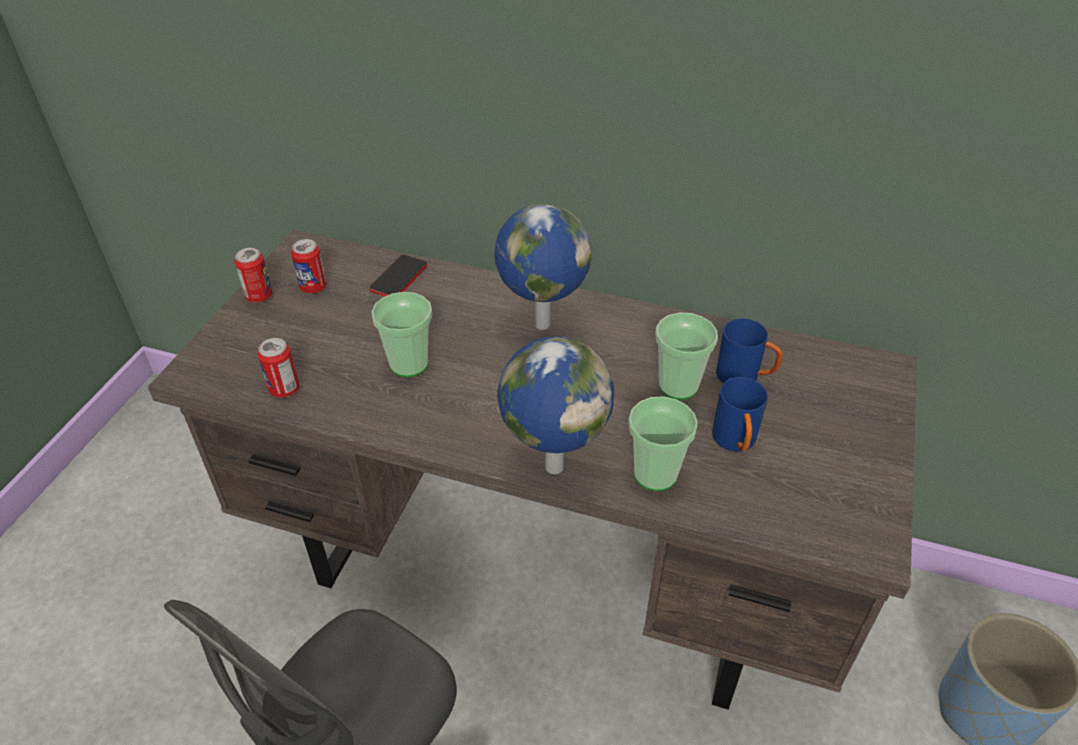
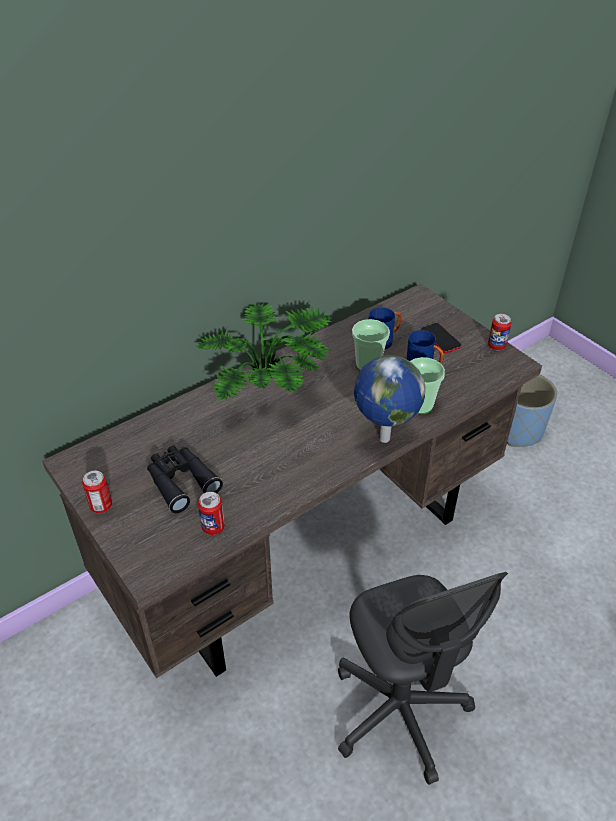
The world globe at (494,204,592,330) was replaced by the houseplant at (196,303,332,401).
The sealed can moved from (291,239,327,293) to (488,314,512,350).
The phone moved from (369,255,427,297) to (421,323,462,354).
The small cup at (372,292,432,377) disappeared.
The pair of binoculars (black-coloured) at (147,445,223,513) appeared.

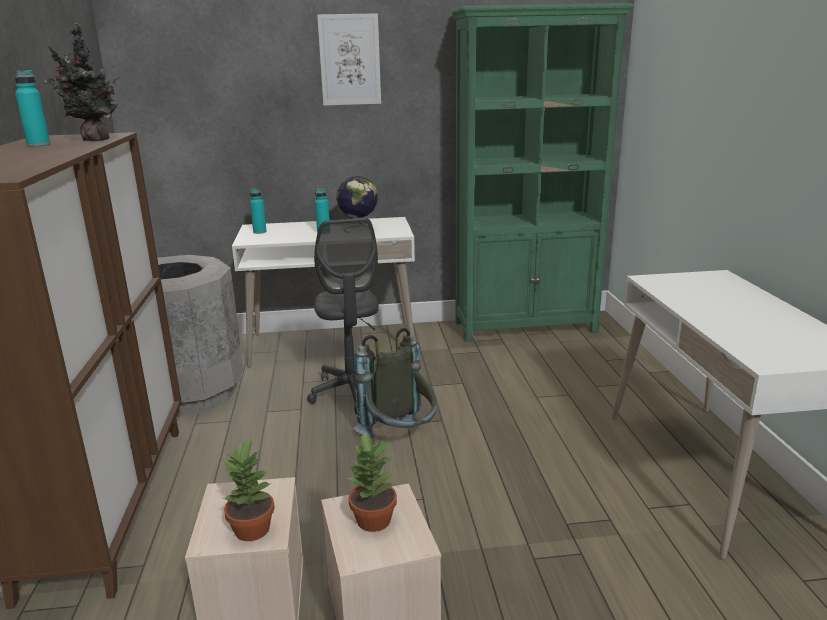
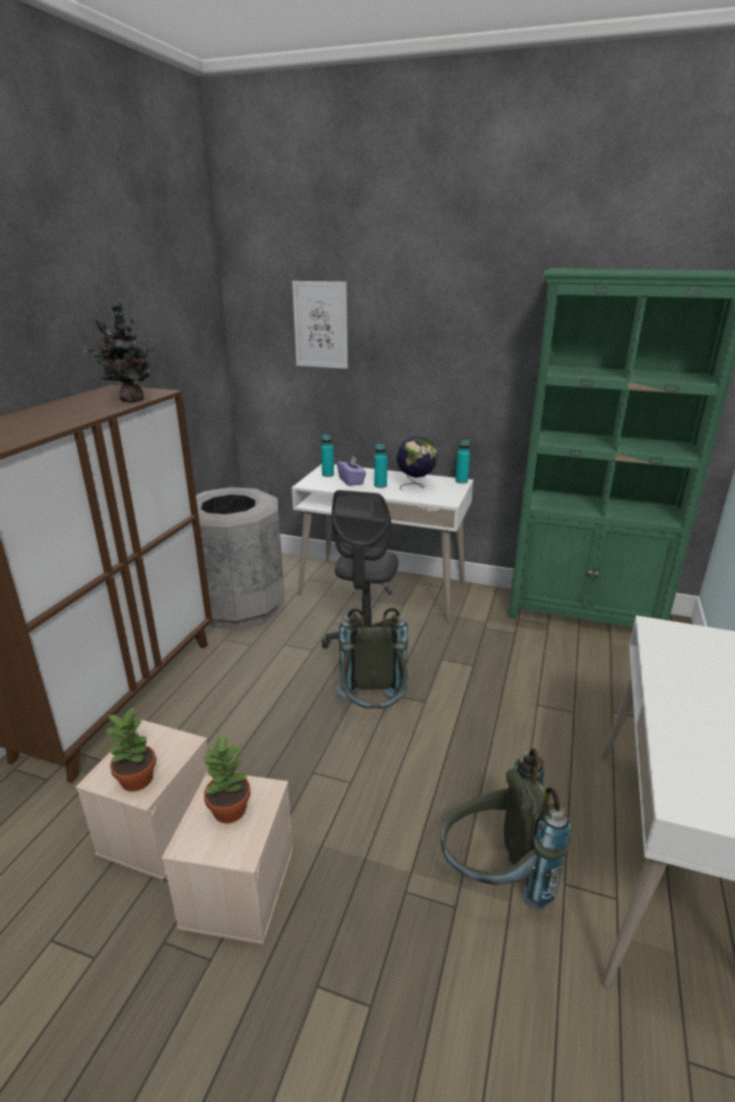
The wall picture moved from (317,13,381,106) to (292,281,348,369).
The drink bottle (turquoise-coloured) moved from (15,70,50,146) to (455,440,470,484).
The tissue holder (purplish) at (337,456,366,486) appeared.
The backpack (gray) at (441,748,571,910) appeared.

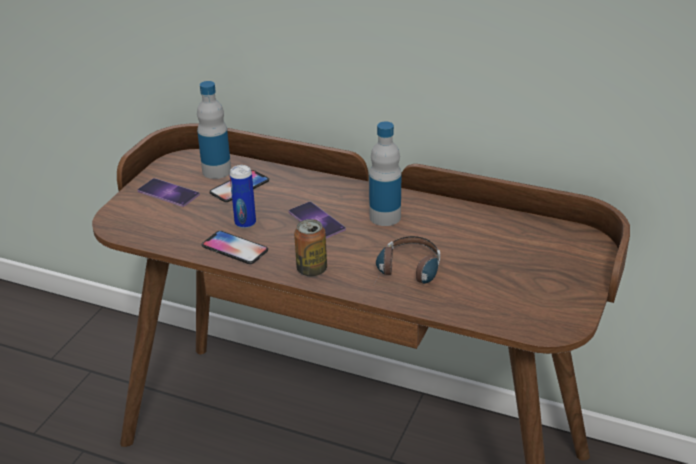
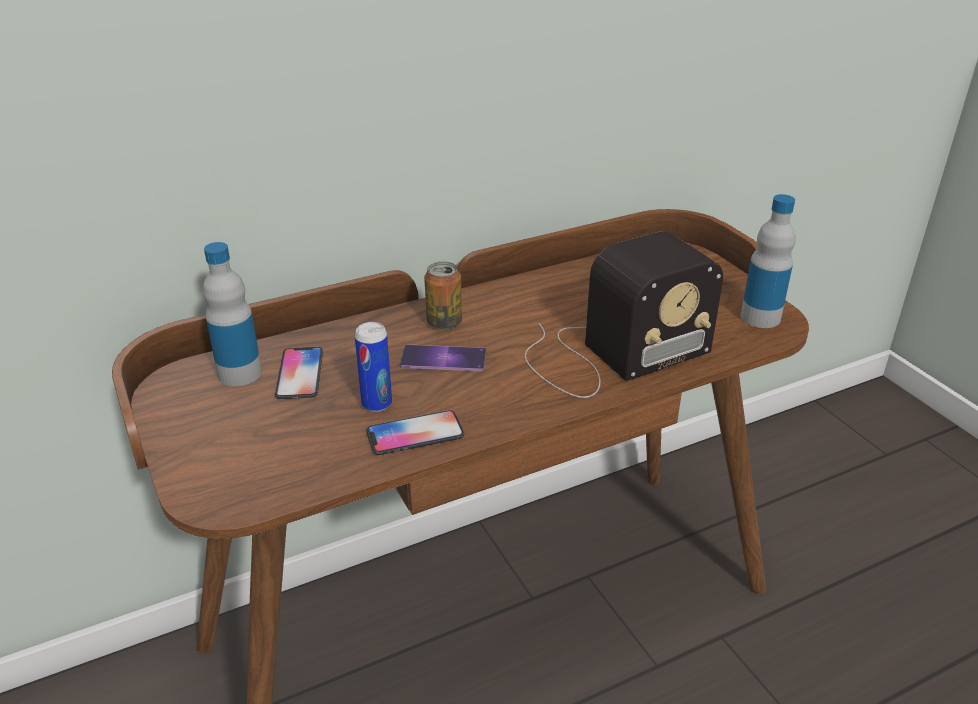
The drink bottle moved from (369,122,401,226) to (741,194,796,328).
The phone at (138,178,200,207) disappeared.
The sealed can moved from (294,219,327,277) to (424,261,462,330).
The headset at (374,236,440,285) was replaced by the radio receiver at (525,231,723,398).

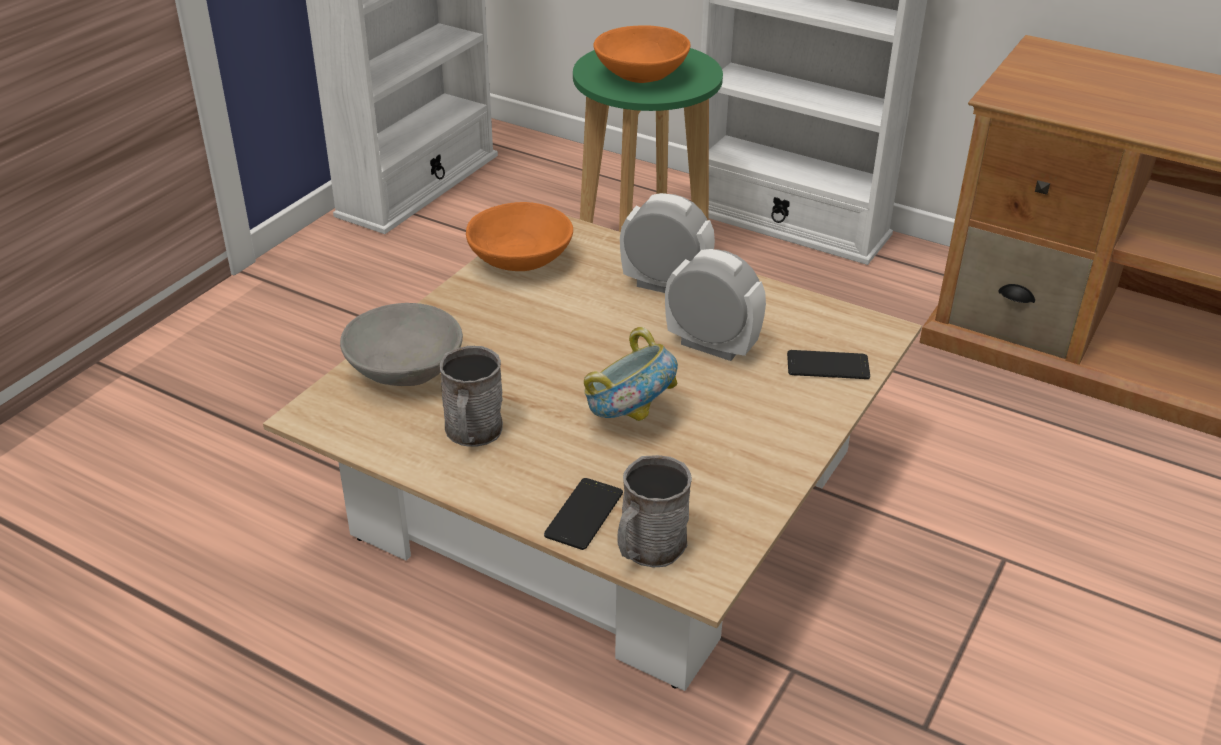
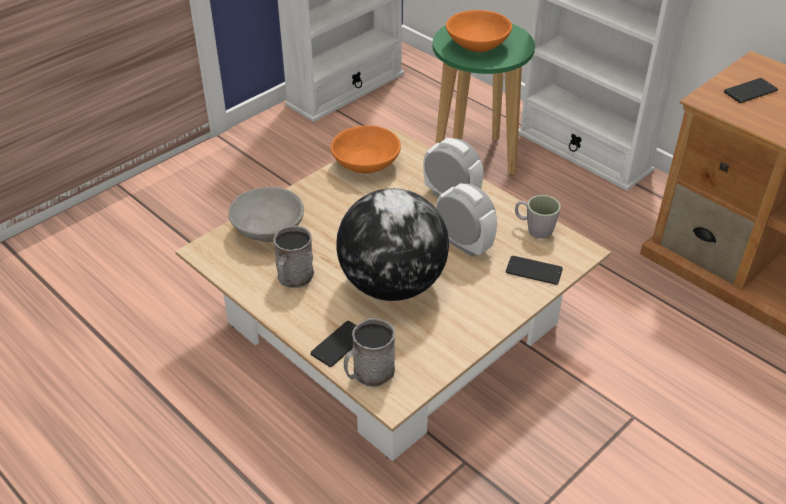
The bowl at (584,327,678,421) was replaced by the world globe at (336,188,449,301).
The phone at (724,78,778,103) appeared.
The coffee mug (gray) at (515,195,561,239) appeared.

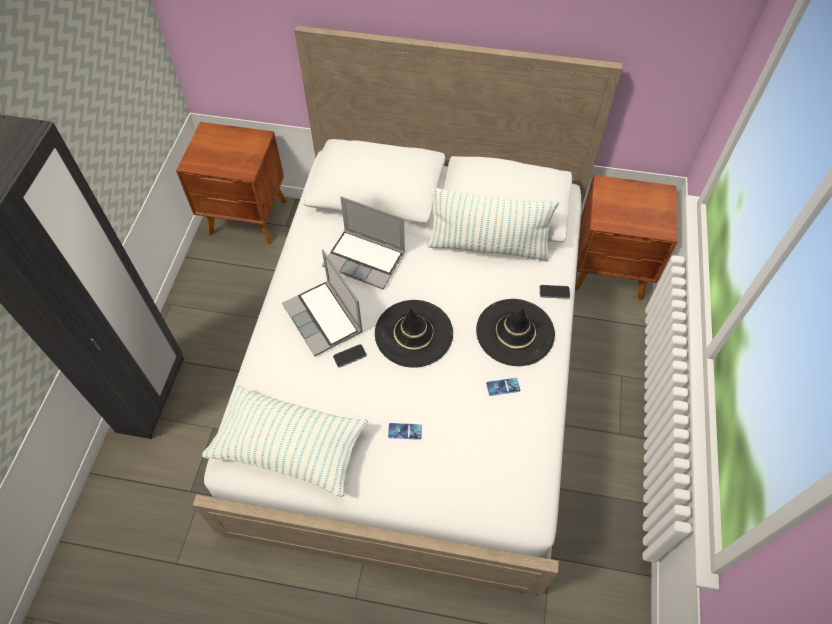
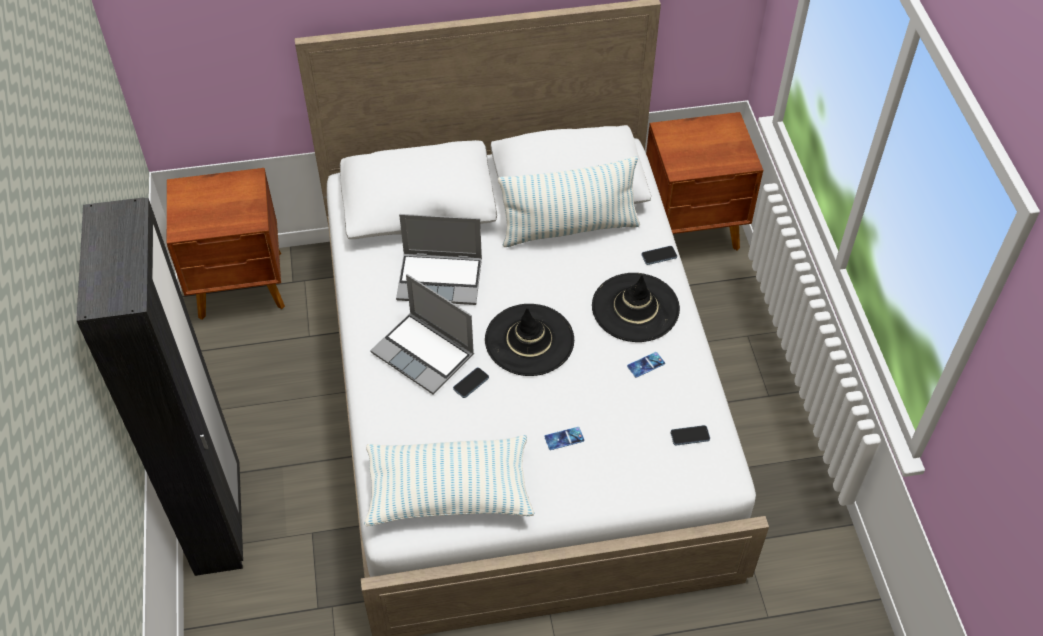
The phone at (671,425,710,445) appeared.

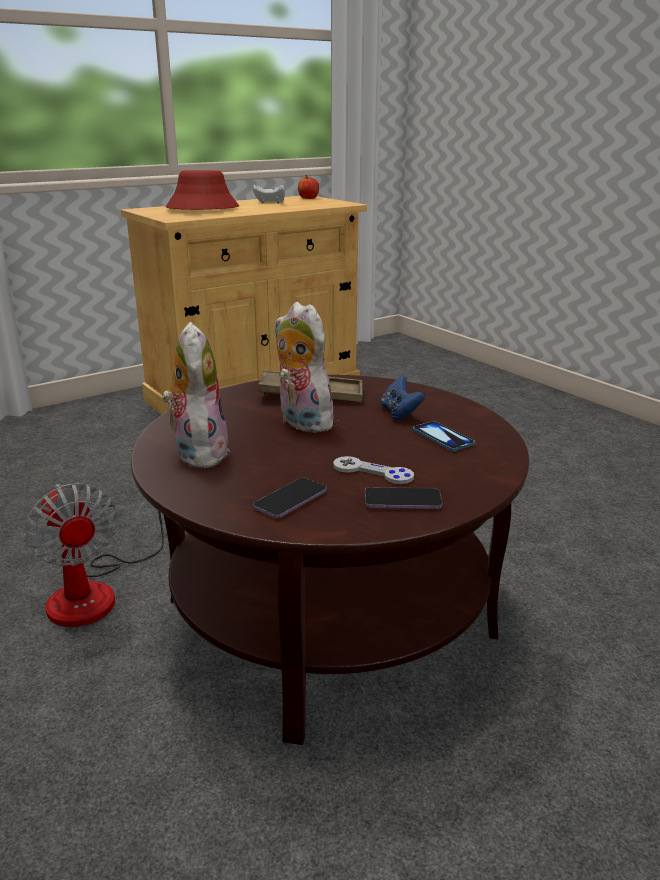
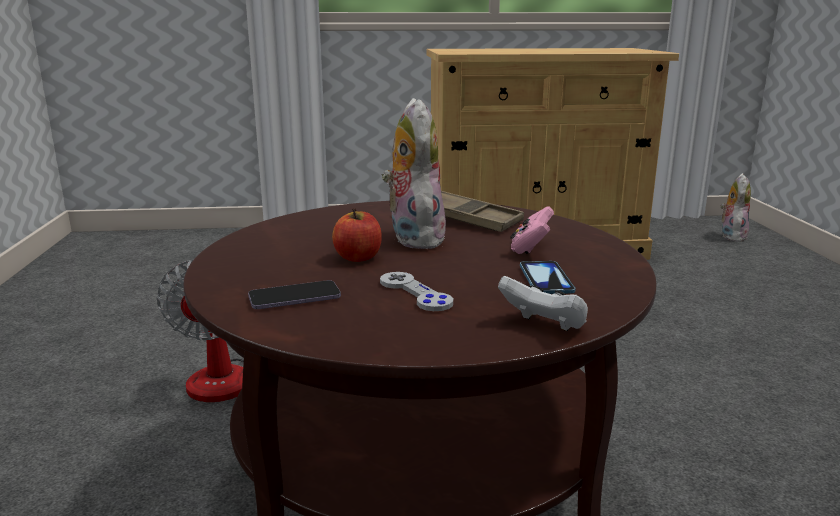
The wearable hat (red-coloured) at (166,170,239,210) disappeared.
The whole apple moved from (298,175,319,199) to (332,208,382,262).
The gamepad (white) moved from (252,185,285,203) to (498,276,588,331).
The plush toy moved from (162,322,230,468) to (720,173,751,242).
The gamepad (blue-coloured) at (380,376,425,420) became the gamepad (pink) at (510,206,554,254).
The phone at (365,487,442,509) disappeared.

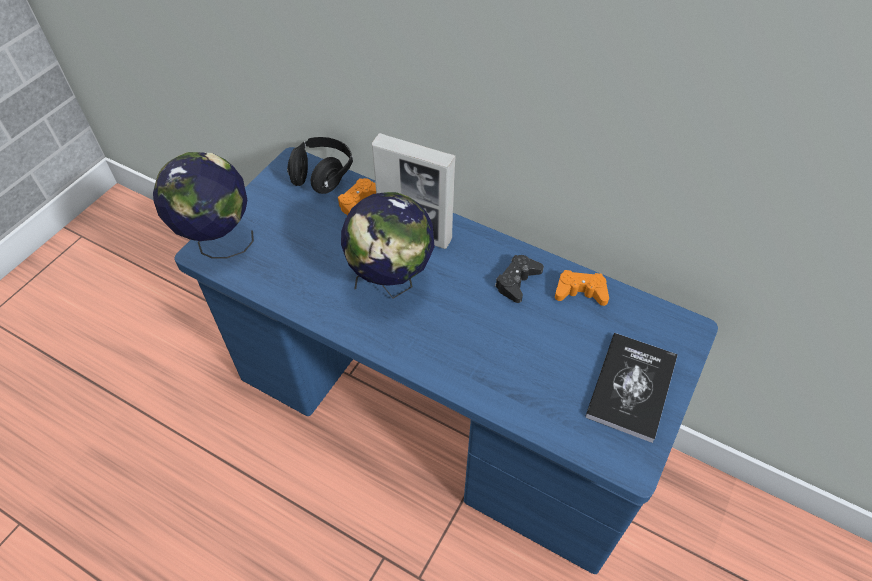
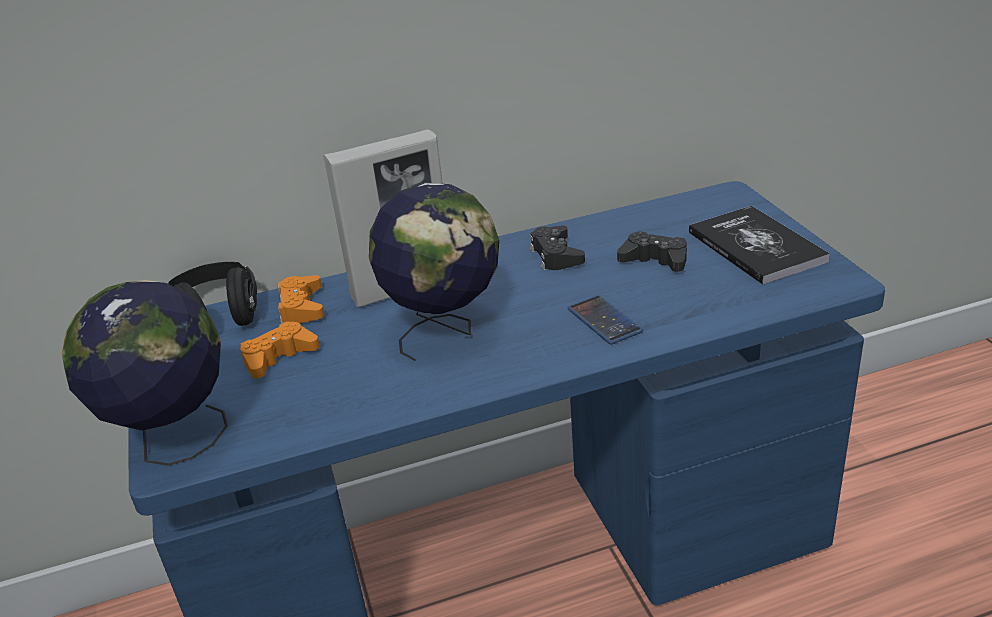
The gamepad (orangey) moved from (555,270,609,306) to (240,321,320,378).
The gamepad (black-coloured) at (617,231,687,272) appeared.
The phone at (568,295,643,345) appeared.

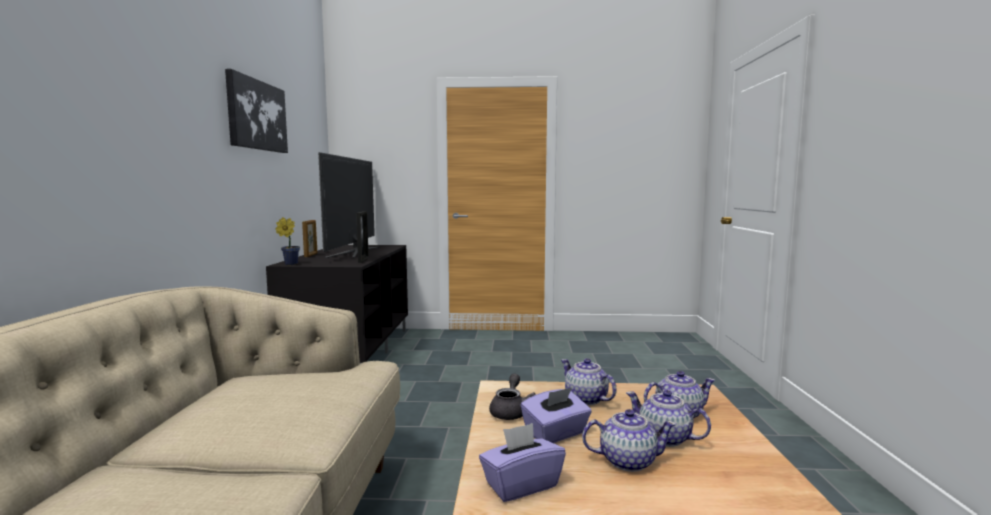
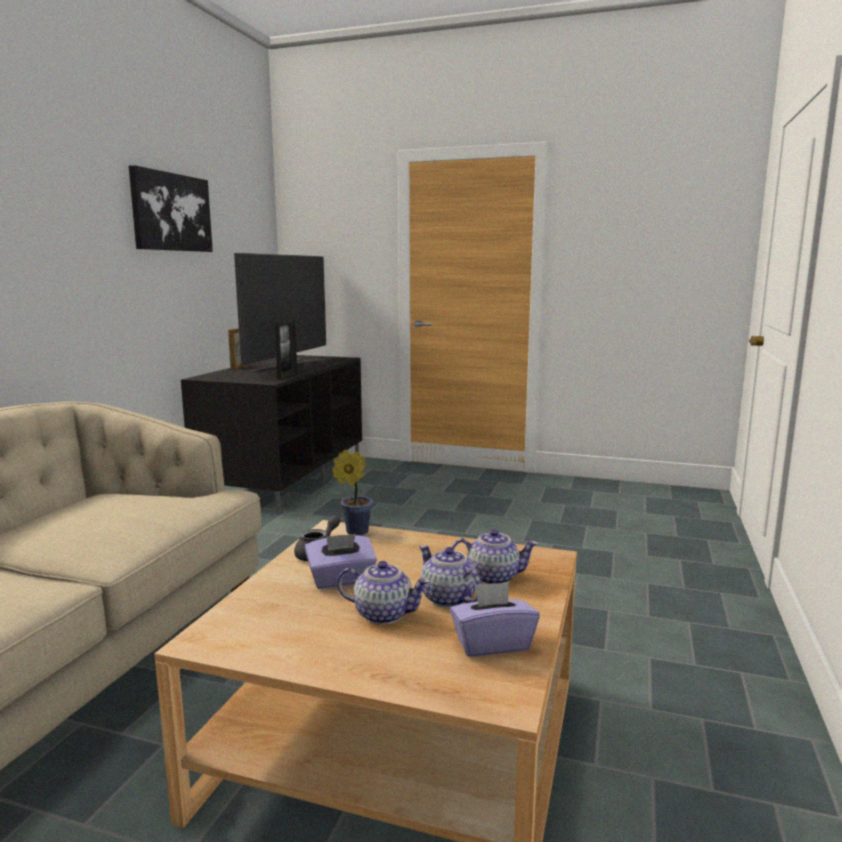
The houseplant moved from (275,217,300,265) to (332,450,373,535).
The tea pot at (561,358,617,405) disappeared.
The tissue holder (purplish) moved from (479,423,566,502) to (450,582,540,657).

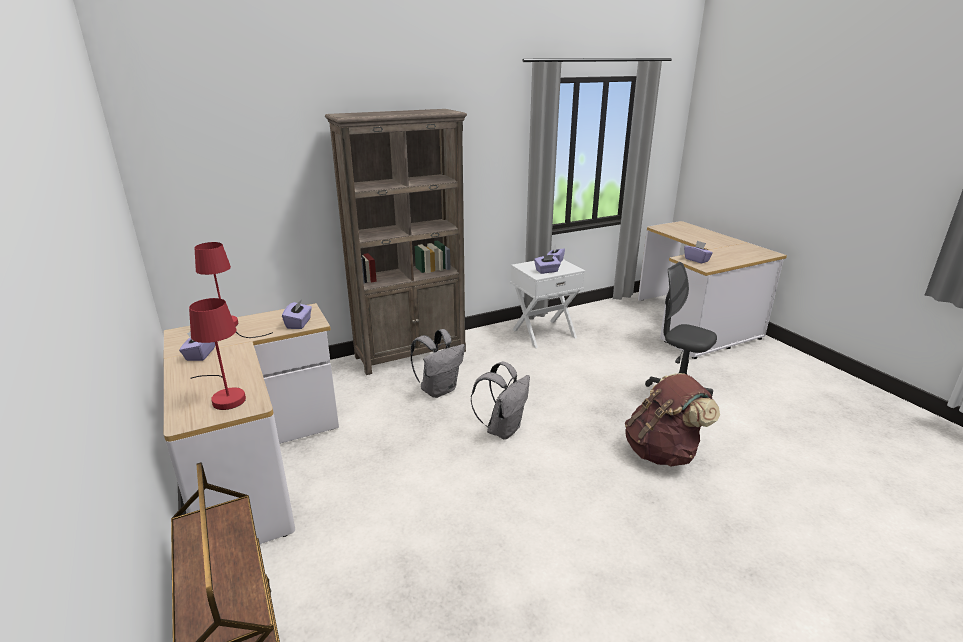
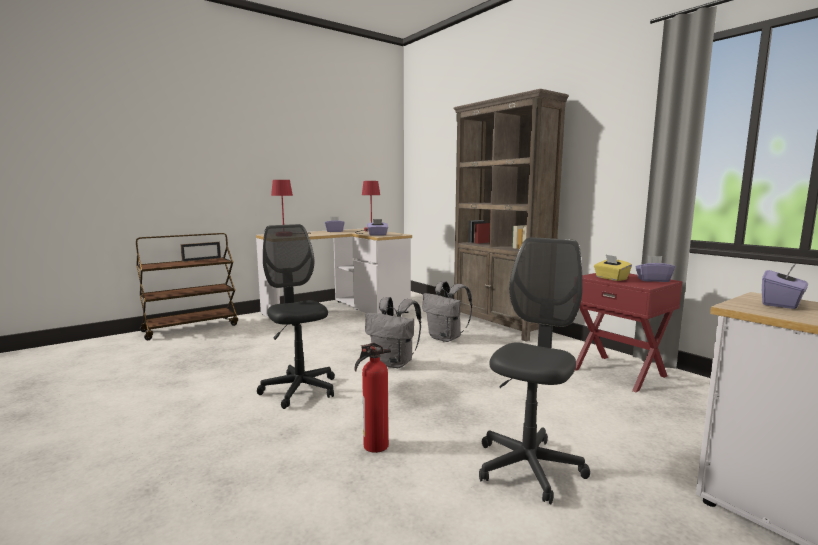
The tissue holder (purplish) at (534,255,561,274) became the tissue holder (yellowish) at (594,255,632,281).
The night table (white) at (511,259,585,348) became the night table (red-coloured) at (575,273,682,392).
The backpack (brown-coloured) at (625,373,720,467) was replaced by the fire extinguisher at (355,343,391,453).
The desk chair (black-coloured) at (257,224,335,409) appeared.
The picture frame at (180,242,221,262) appeared.

